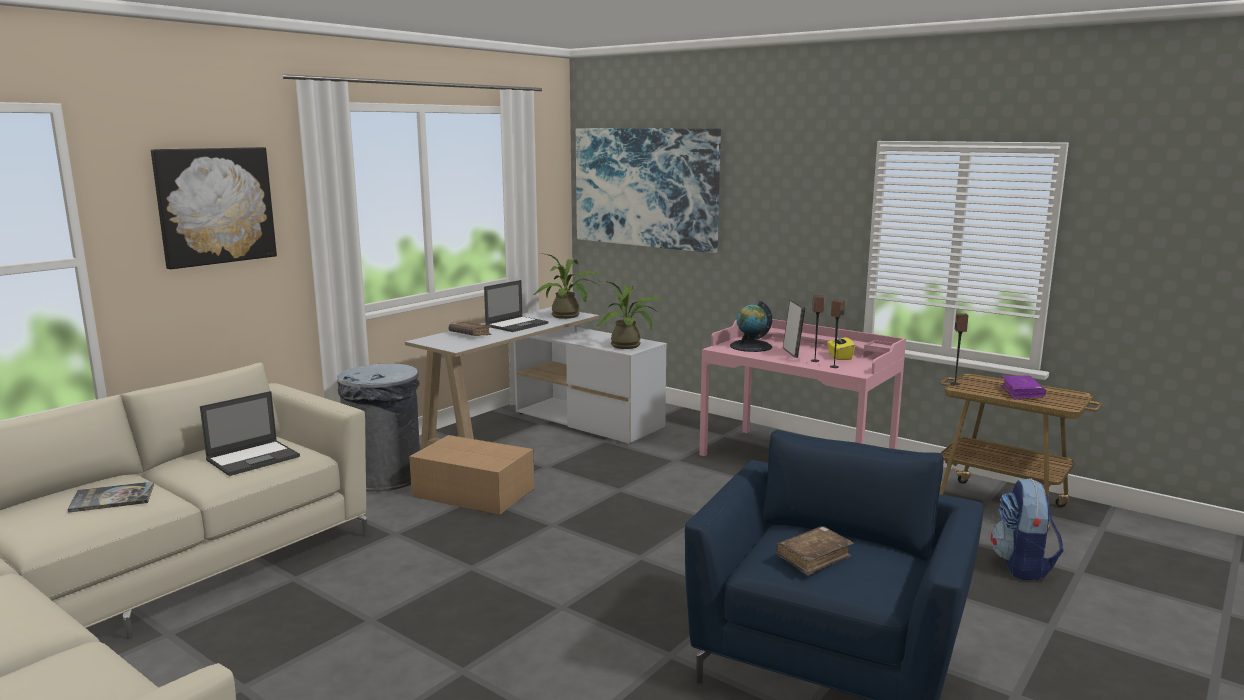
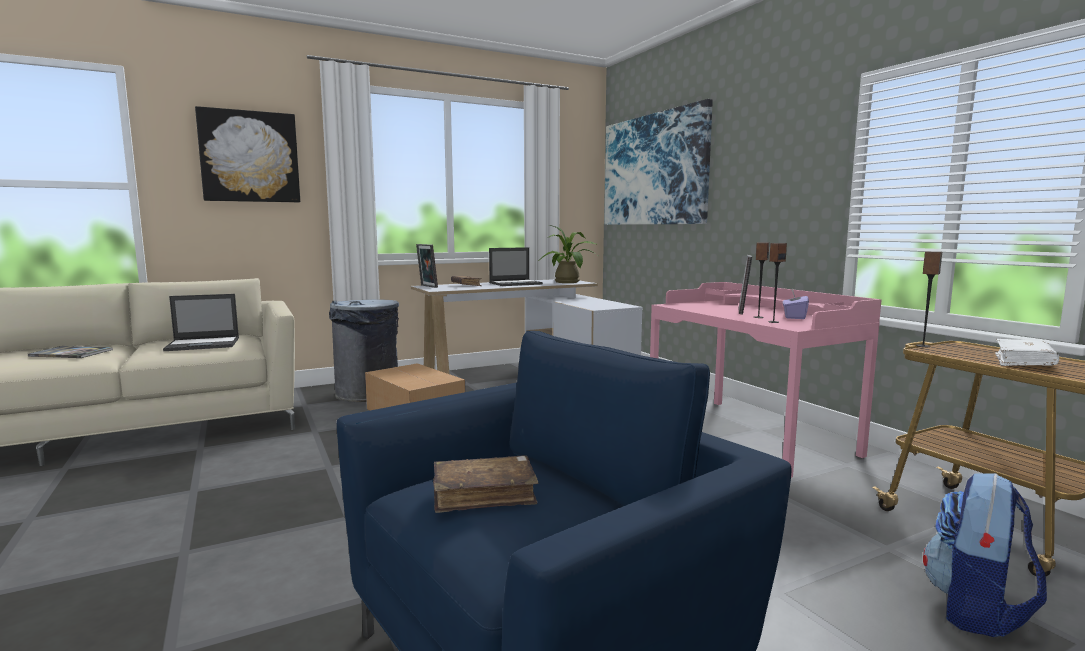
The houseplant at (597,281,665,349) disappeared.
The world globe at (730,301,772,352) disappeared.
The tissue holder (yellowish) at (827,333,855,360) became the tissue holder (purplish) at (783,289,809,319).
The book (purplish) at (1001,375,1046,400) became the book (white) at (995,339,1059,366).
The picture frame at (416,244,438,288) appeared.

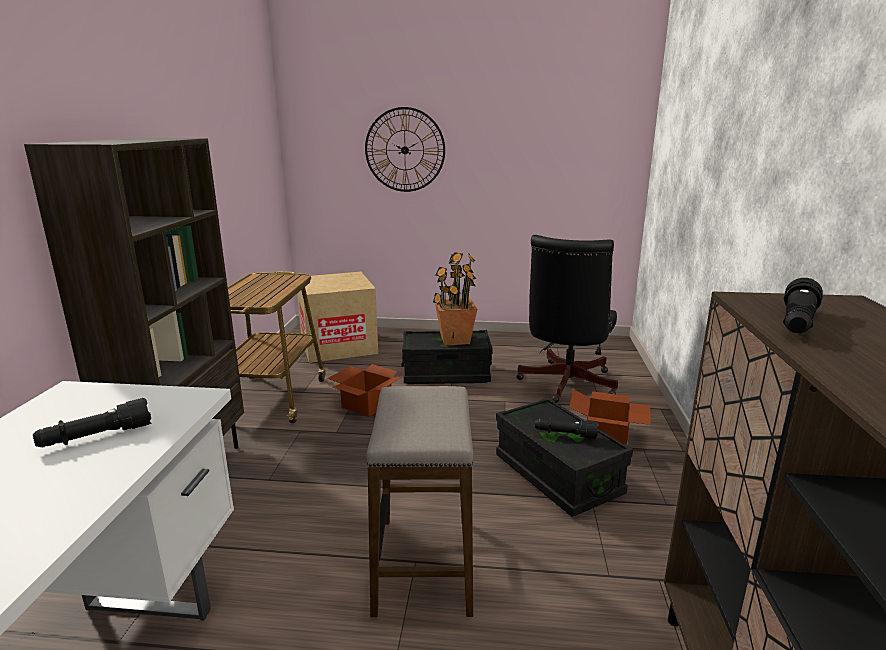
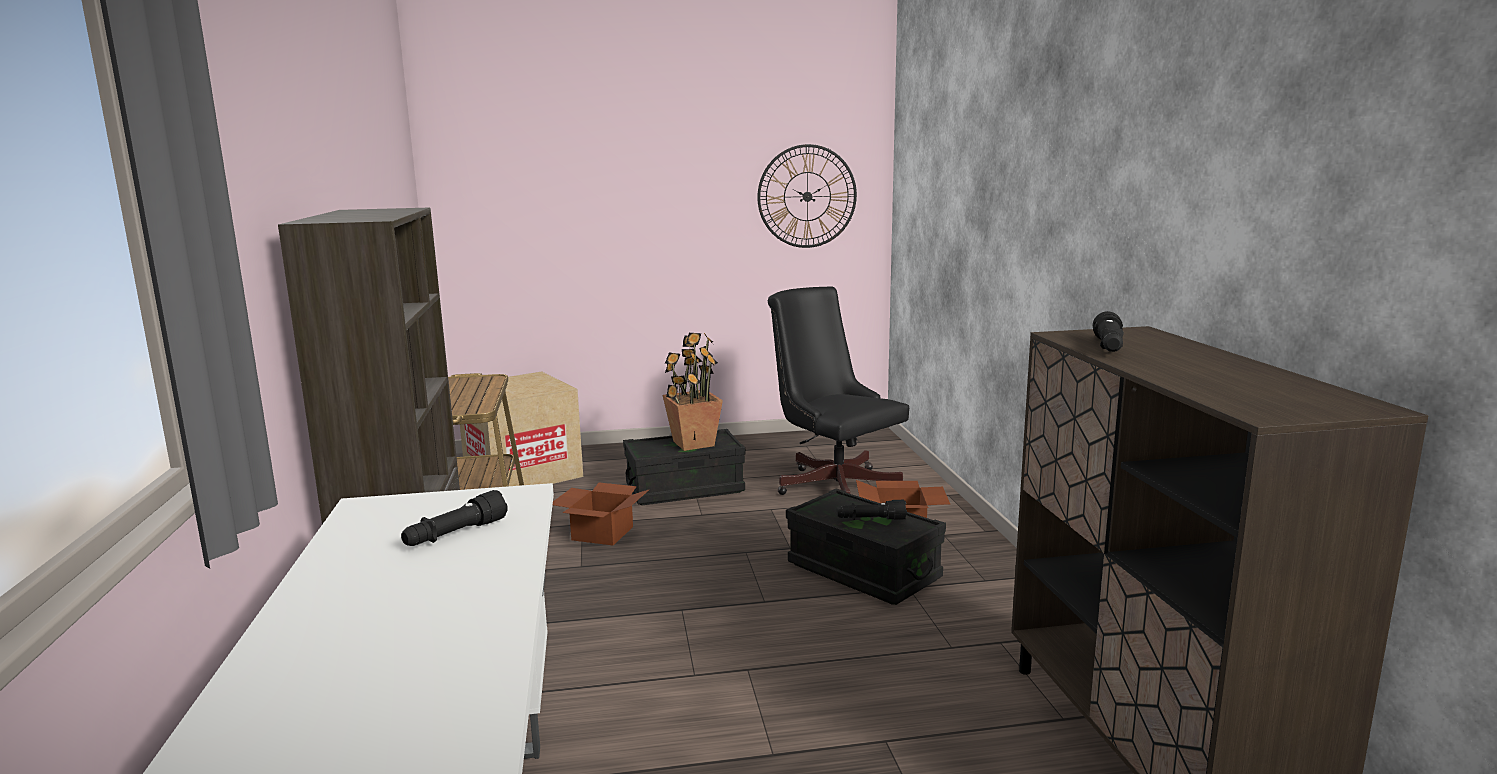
The clock on the wall moved from (365,107,445,192) to (757,144,857,248).
The desk chair (black-coloured) at (516,235,618,403) turned 135 degrees clockwise.
The stool at (366,386,473,617) disappeared.

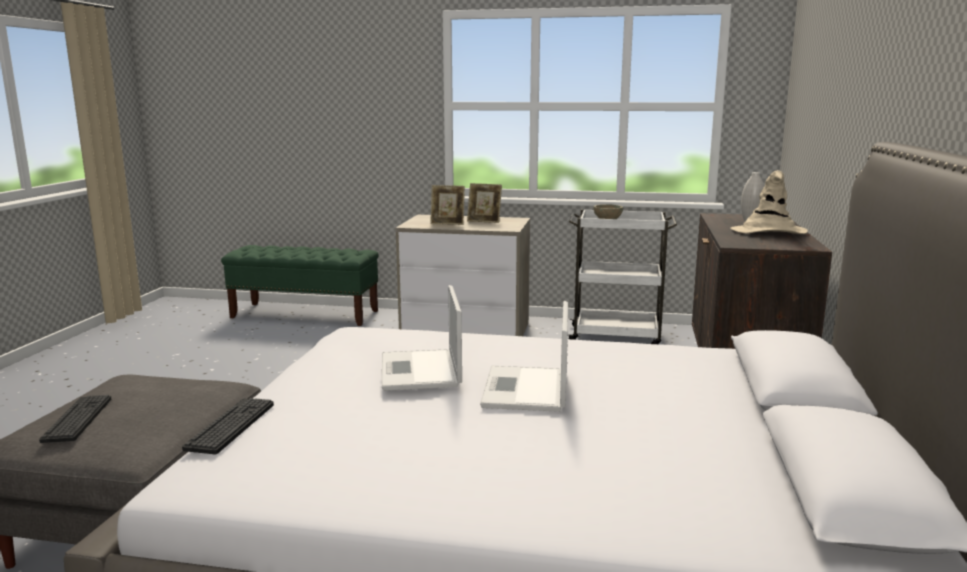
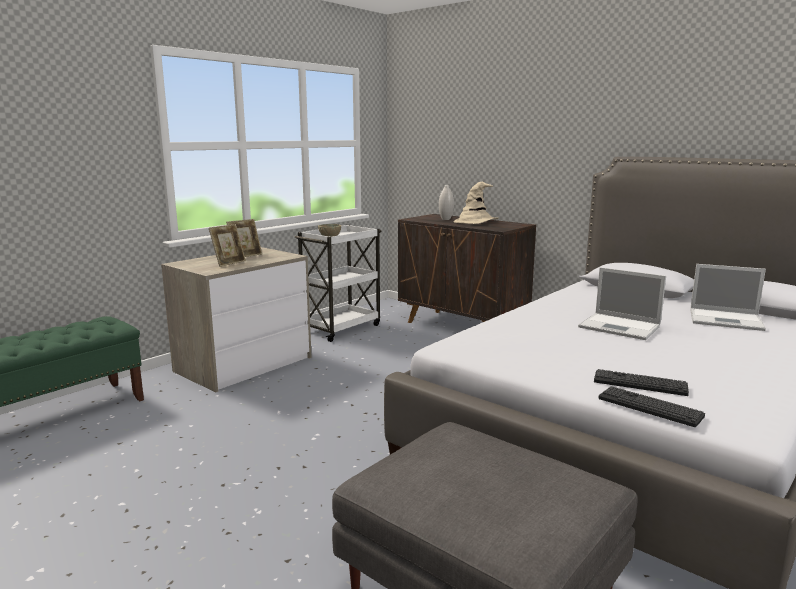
The laptop moved from (382,285,462,391) to (690,264,766,331).
The PC keyboard moved from (39,395,111,443) to (594,369,689,396).

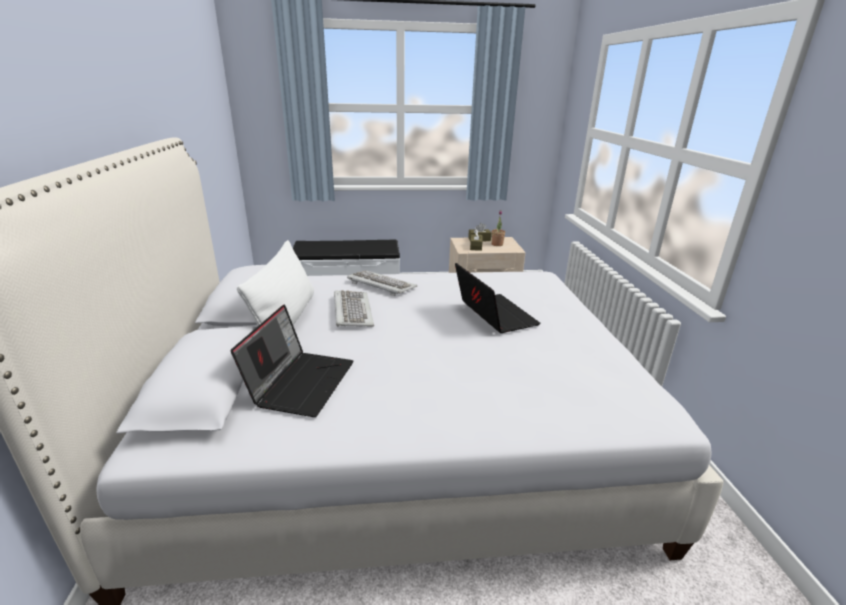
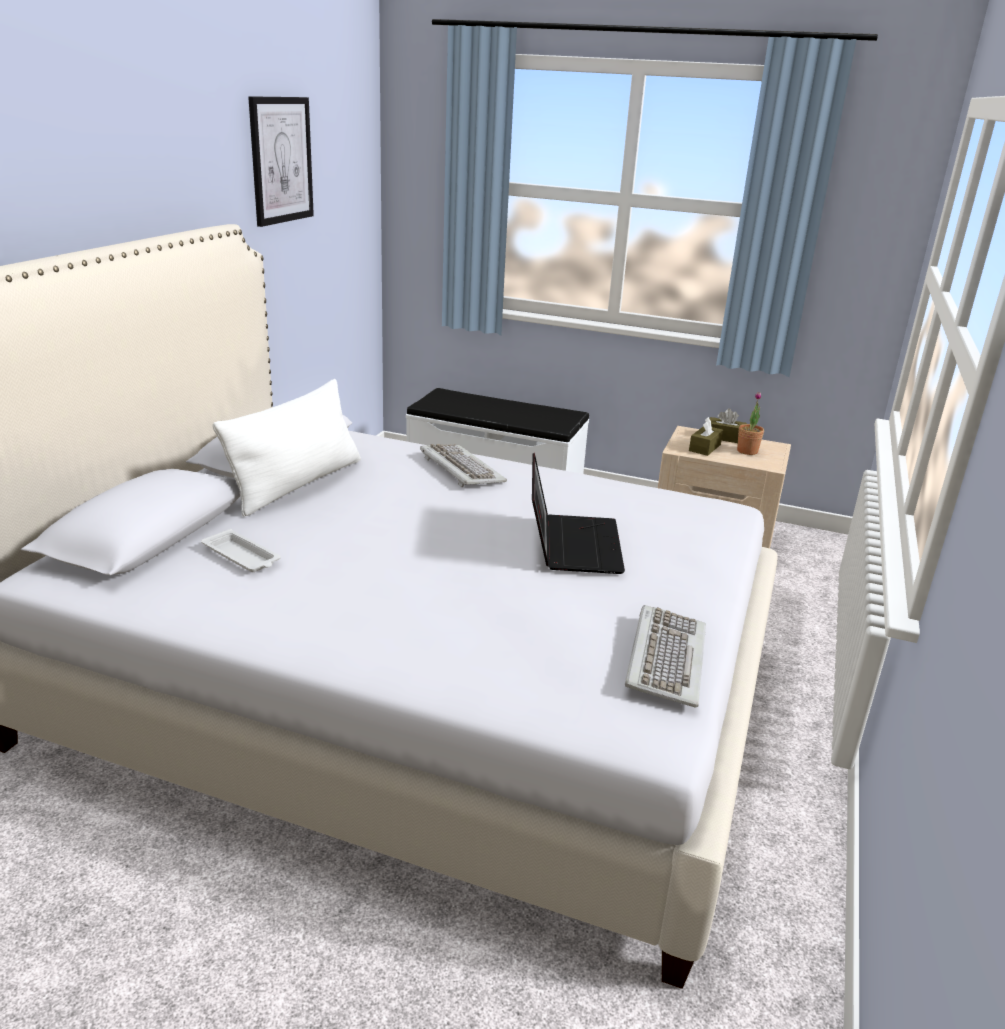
The PC keyboard moved from (334,290,374,327) to (625,605,706,708).
The laptop at (231,304,354,417) was replaced by the serving tray (white) at (201,529,281,572).
The wall picture at (248,96,314,227) appeared.

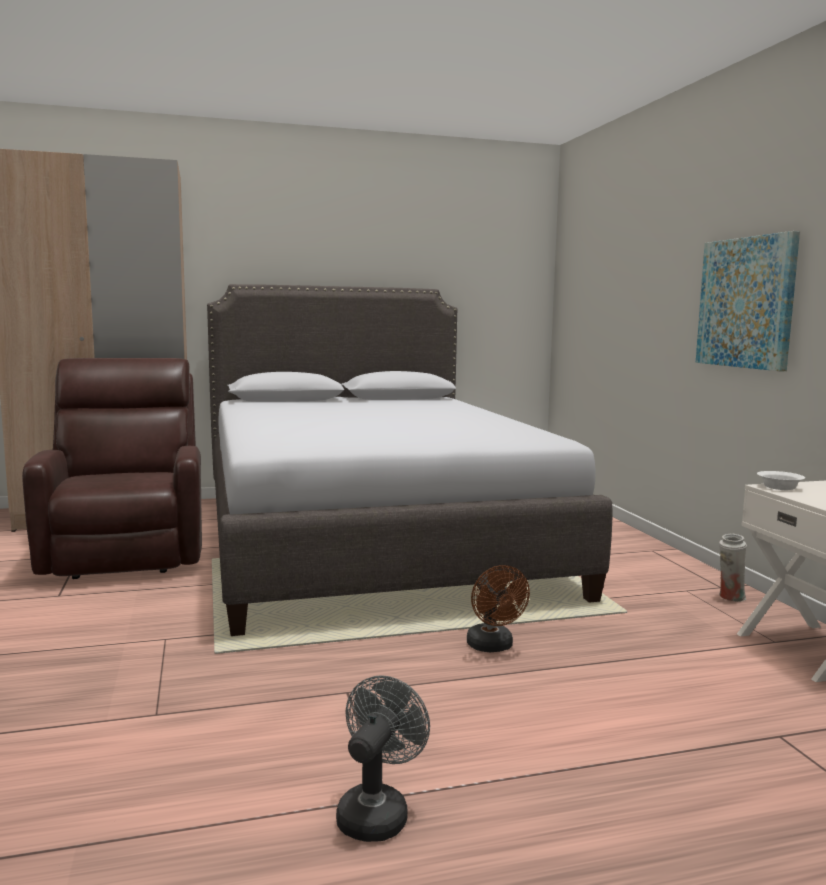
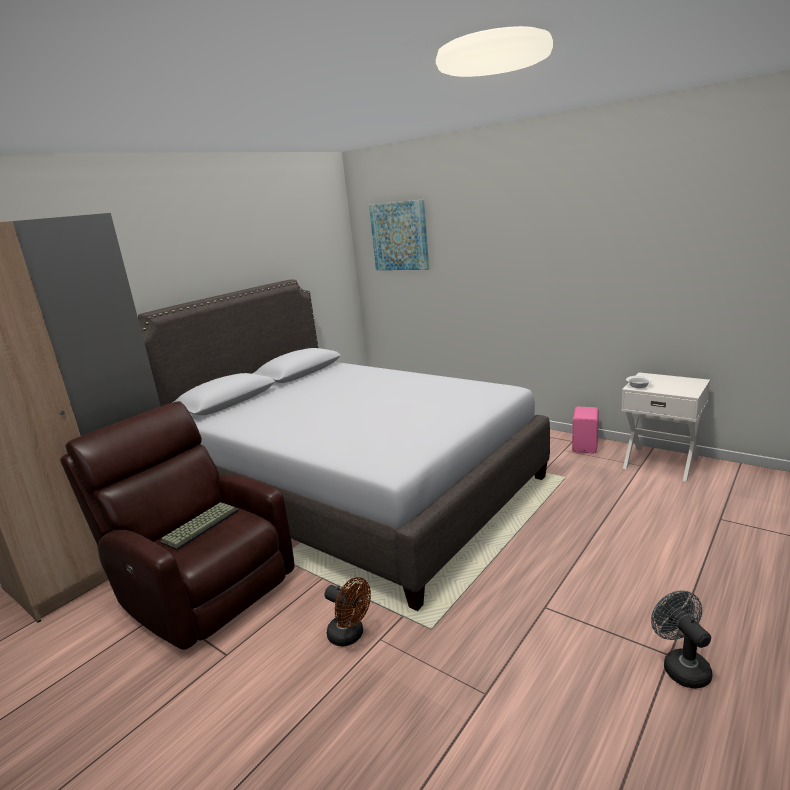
The wall picture moved from (696,231,800,371) to (369,199,429,270).
The decorative vase (white) at (719,534,747,602) was replaced by the speaker (pink) at (572,407,599,453).
The electric fan (brown-coloured) moved from (467,565,530,652) to (325,577,371,647).
The PC keyboard at (160,502,239,550) appeared.

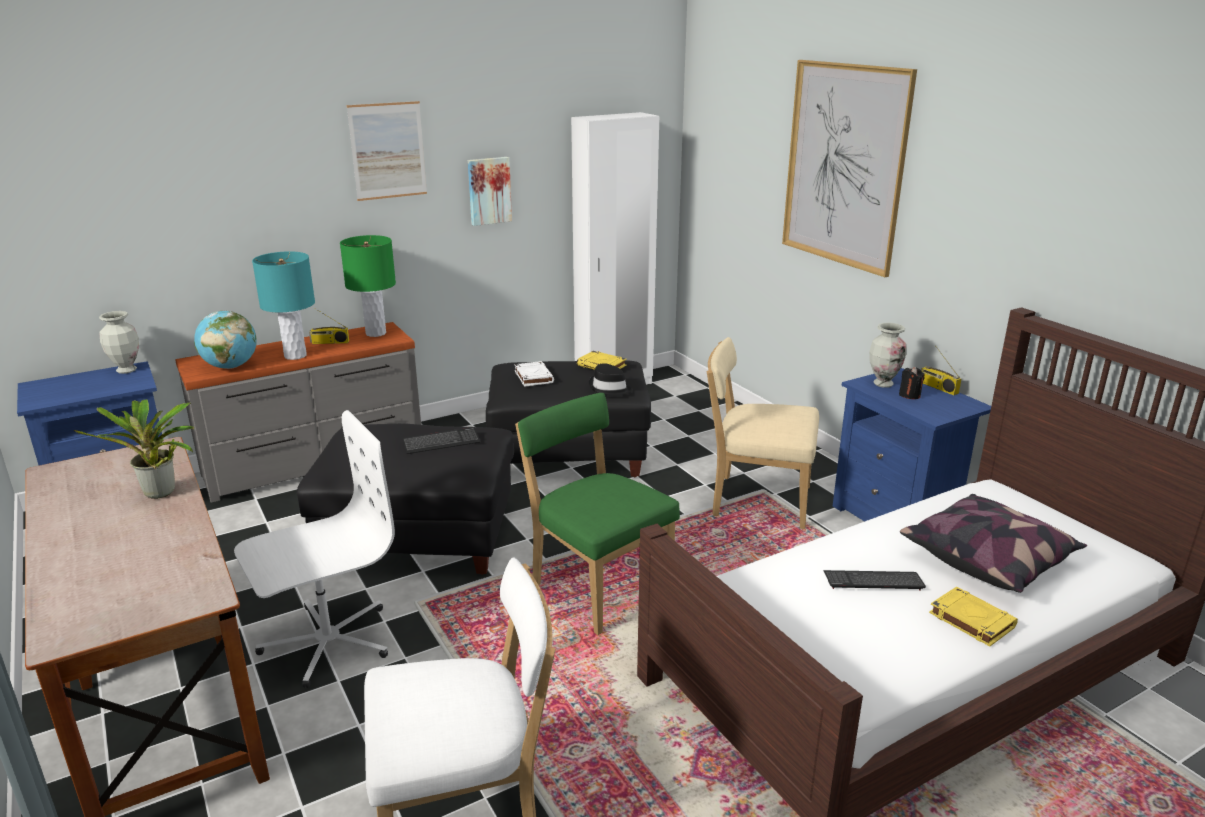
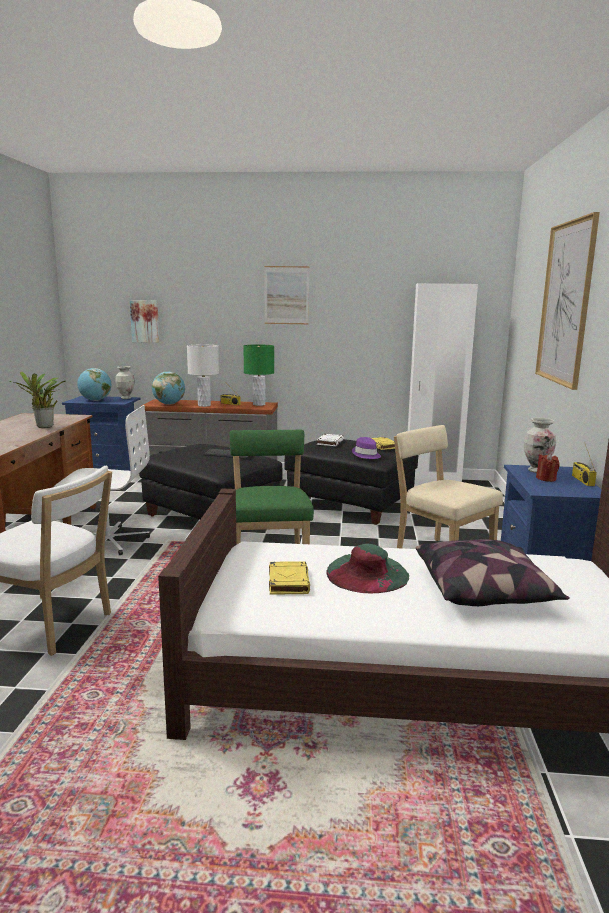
The wall picture moved from (468,157,512,226) to (130,300,159,343).
The table lamp (turquoise-coloured) at (252,251,315,360) became the table lamp (white) at (187,345,219,407).
The wearable hat (black-coloured) at (589,363,632,396) became the wearable hat (purplish) at (352,437,381,459).
The wax light (black-coloured) at (899,367,925,399) became the wax light (red-coloured) at (536,453,560,482).
The PC keyboard at (823,570,926,591) was replaced by the wearable hat (green-coloured) at (327,544,409,594).
The book (yellowish) moved from (929,587,1018,646) to (269,561,310,595).
The world globe at (77,368,111,401) appeared.

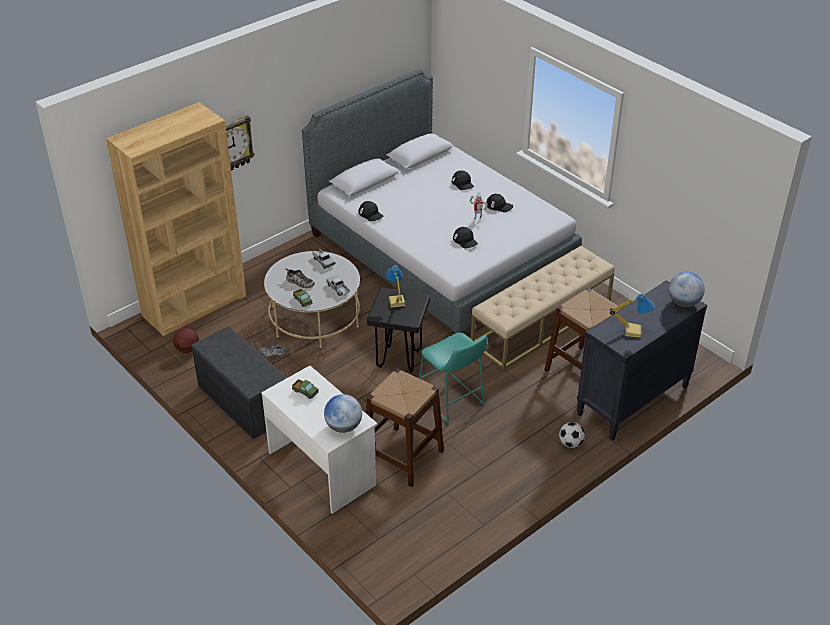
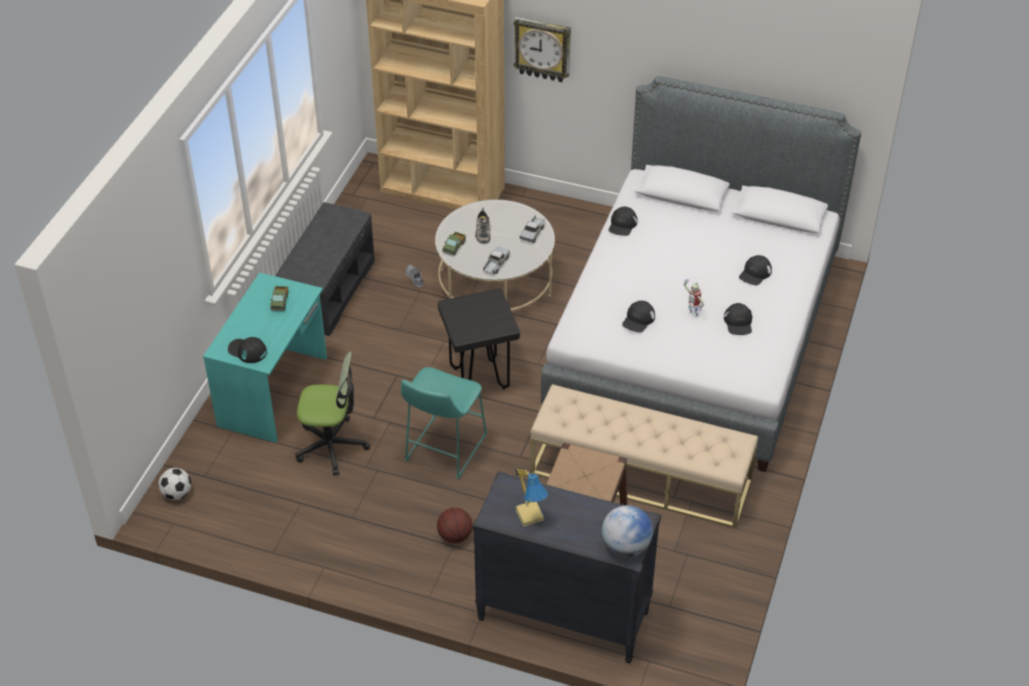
The table lamp at (386,265,405,308) disappeared.
The basketball ball moved from (173,328,199,353) to (437,508,473,543).
The desk (white) at (261,366,377,514) became the desk (turquoise-coloured) at (203,272,327,443).
The stool (brown-coloured) at (366,368,444,487) was replaced by the desk chair at (295,352,370,476).
The world globe at (324,394,362,433) was replaced by the baseball cap (black-coloured) at (228,337,267,363).
The football moved from (559,422,585,448) to (158,468,191,500).

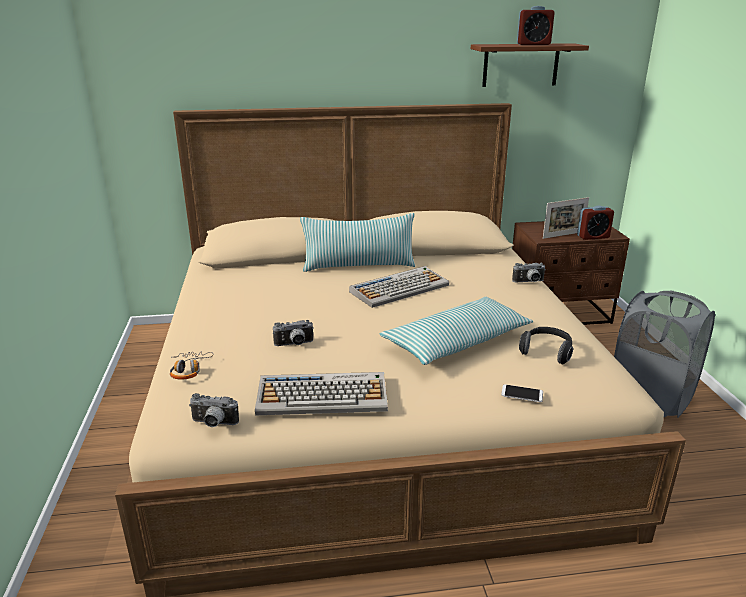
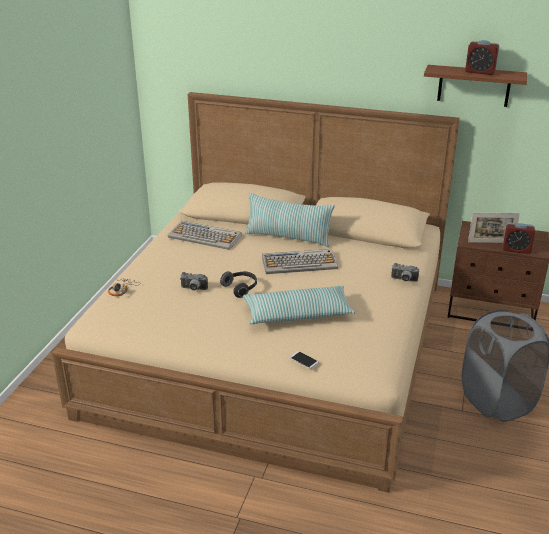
The headset moved from (519,327,573,365) to (220,271,257,298).
The PC keyboard moved from (255,372,388,415) to (168,221,242,250).
The still camera at (189,393,239,427) disappeared.

